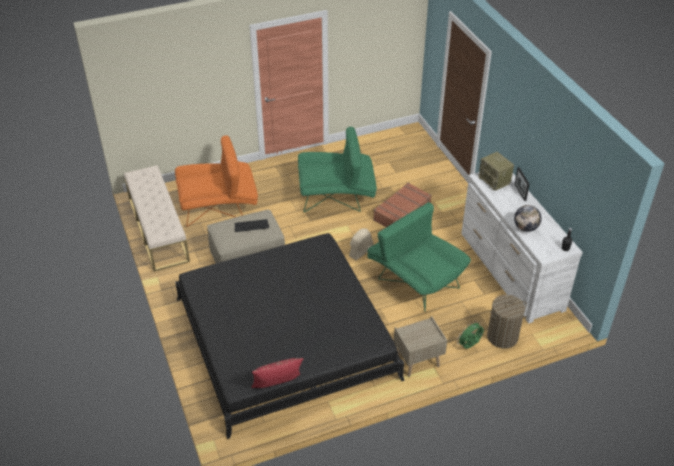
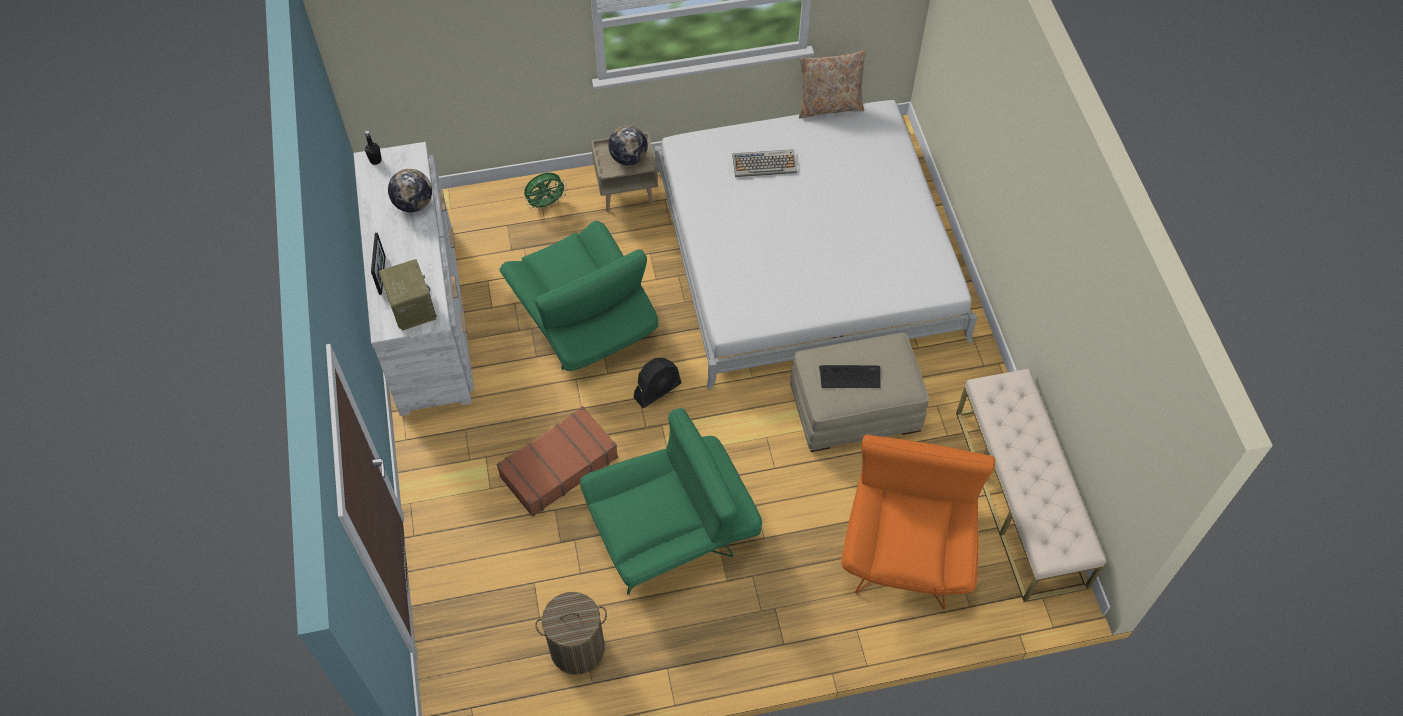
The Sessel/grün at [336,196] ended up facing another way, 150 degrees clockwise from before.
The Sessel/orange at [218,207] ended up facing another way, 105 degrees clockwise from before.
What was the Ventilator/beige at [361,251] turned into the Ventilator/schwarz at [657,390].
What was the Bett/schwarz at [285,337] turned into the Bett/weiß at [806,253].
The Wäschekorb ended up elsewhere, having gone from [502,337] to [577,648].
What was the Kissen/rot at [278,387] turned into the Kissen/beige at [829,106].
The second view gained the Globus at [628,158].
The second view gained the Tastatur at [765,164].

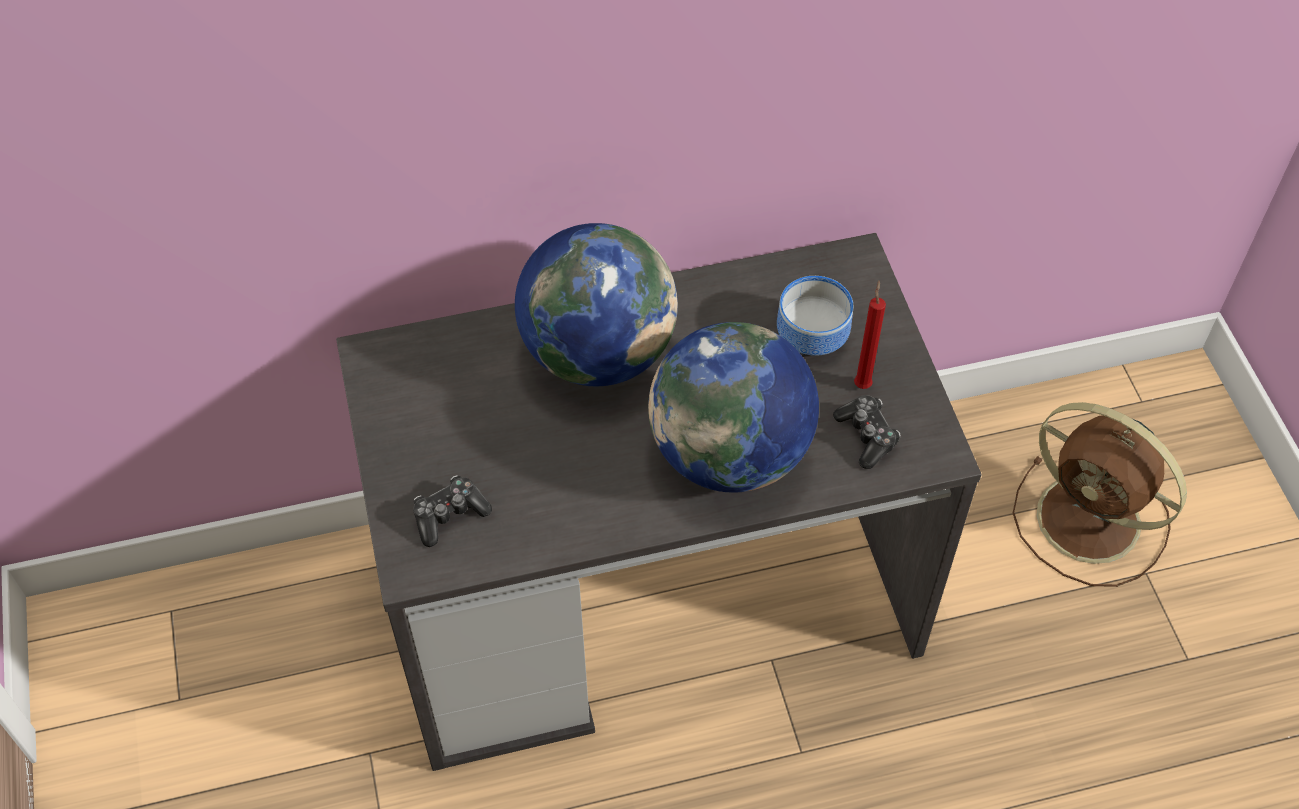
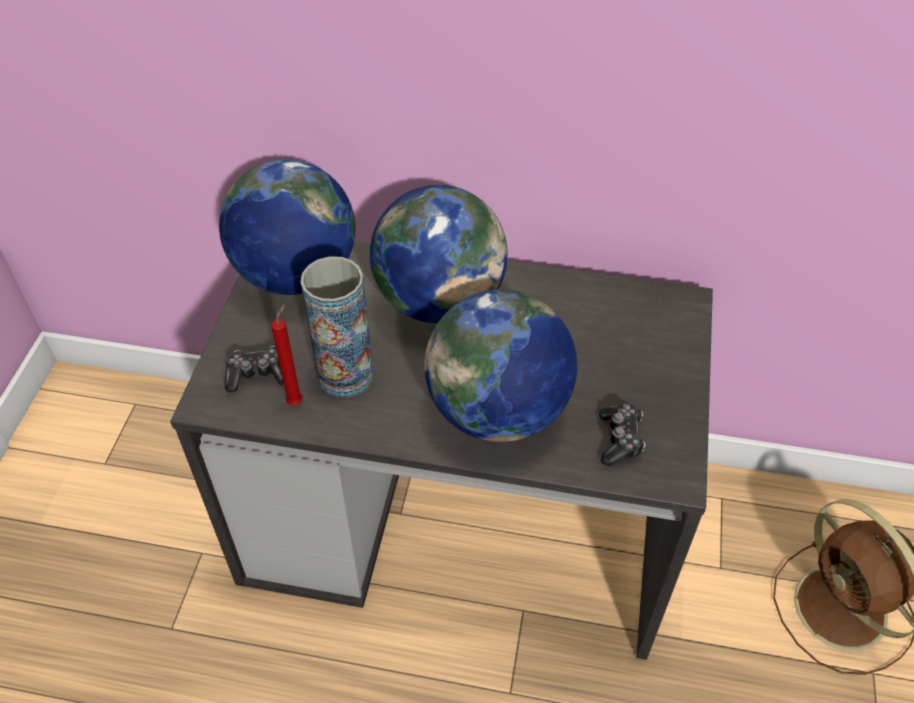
The second view lost the Schüssel at [810,333].
The Kerze/rot ended up elsewhere, having gone from [862,383] to [297,401].
The second view gained the Globus at [296,275].
The second view gained the Vase at [345,375].

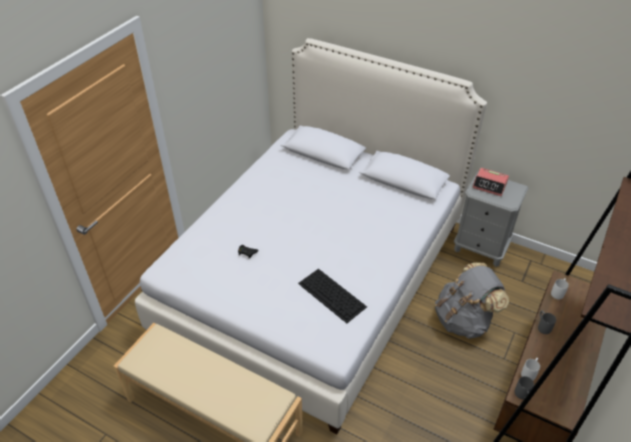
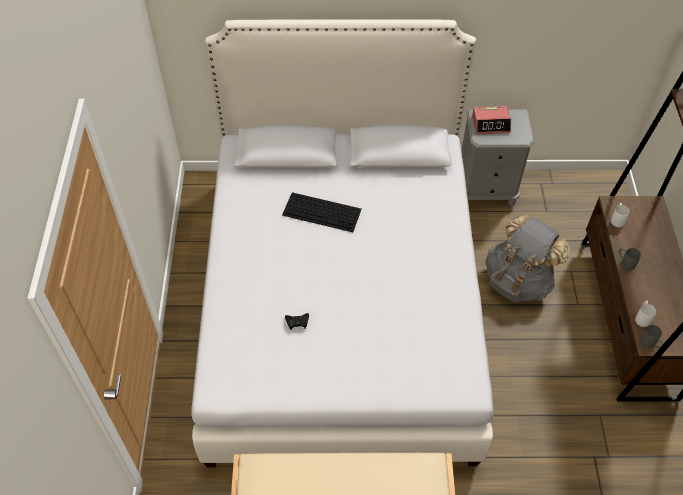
The Tastatur ended up elsewhere, having gone from [332,295] to [322,212].

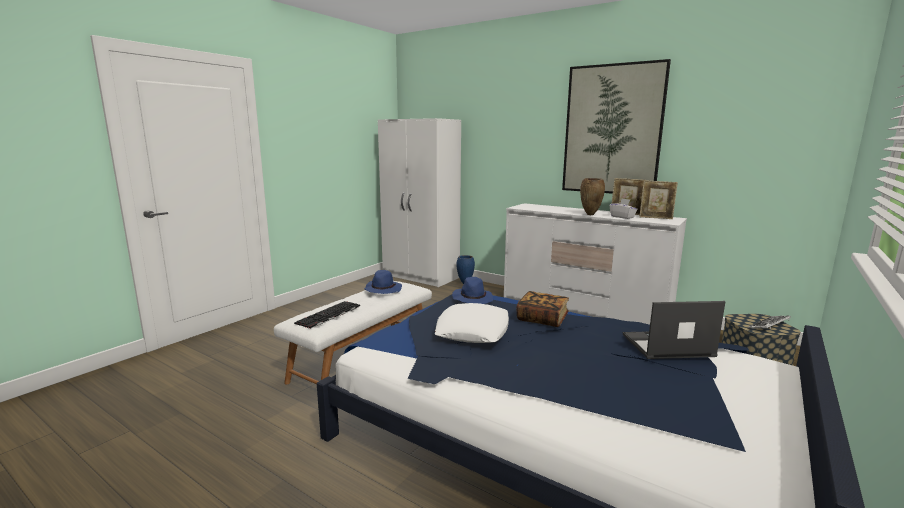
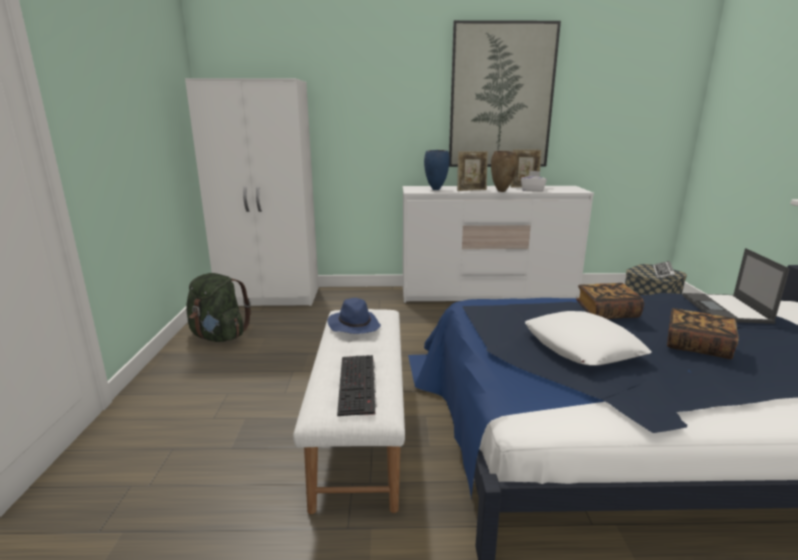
The Bilderrahmen ended up elsewhere, having gone from [656,218] to [471,190].
The Vase/blau ended up elsewhere, having gone from [465,283] to [435,189].
The second view lost the Hut/blau at [472,299].
The Laptop at [666,345] ended up facing another way, 45 degrees counterclockwise from before.
The second view gained the Rucksack/grün at [219,337].
The second view gained the Buch at [697,346].

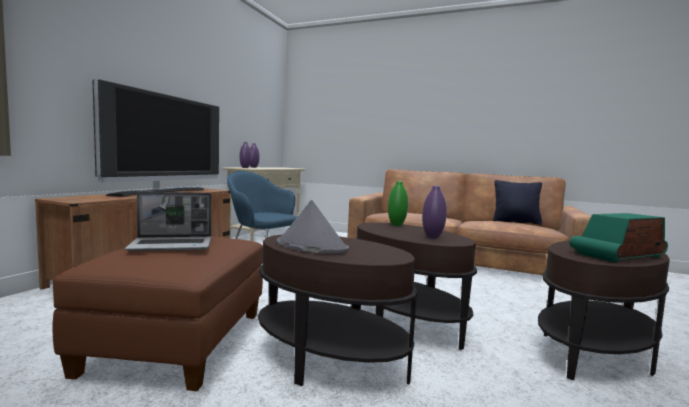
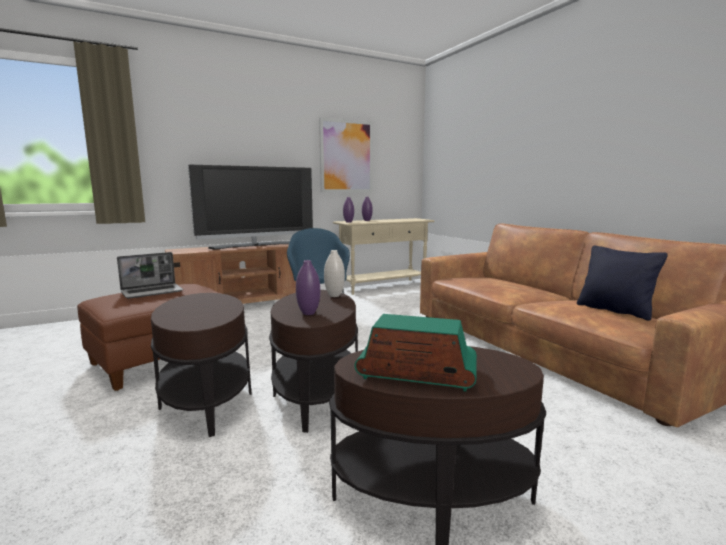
What was the Vase/grün at [396,225] turned into the Vase/weiß at [334,295].
The Laptop at [173,245] ended up facing another way, 60 degrees counterclockwise from before.
The second view lost the Hut/grau at [311,246].
The second view gained the Bild at [346,156].

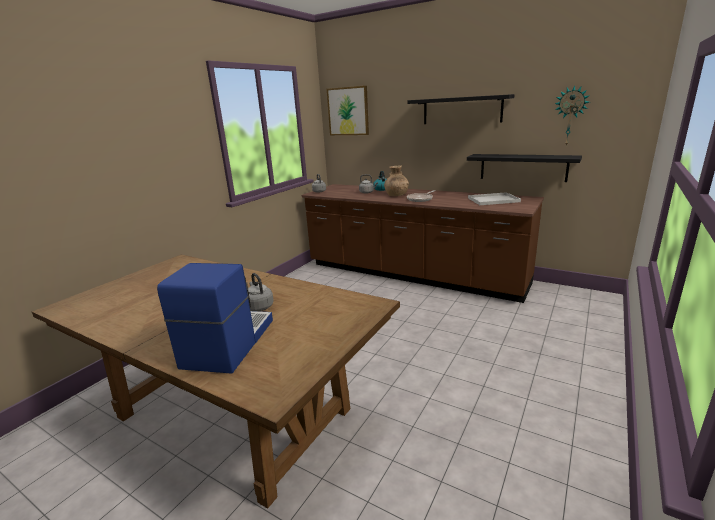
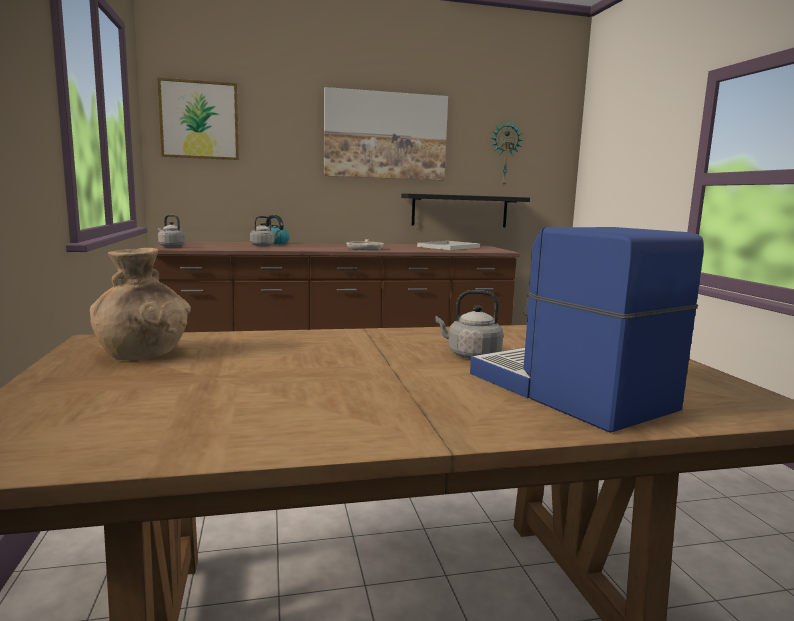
Where the Wandregal/schwarz hung at [462,110], the Bild came to hang at [385,136].
The Vase/braun ended up elsewhere, having gone from [396,195] to [142,354].

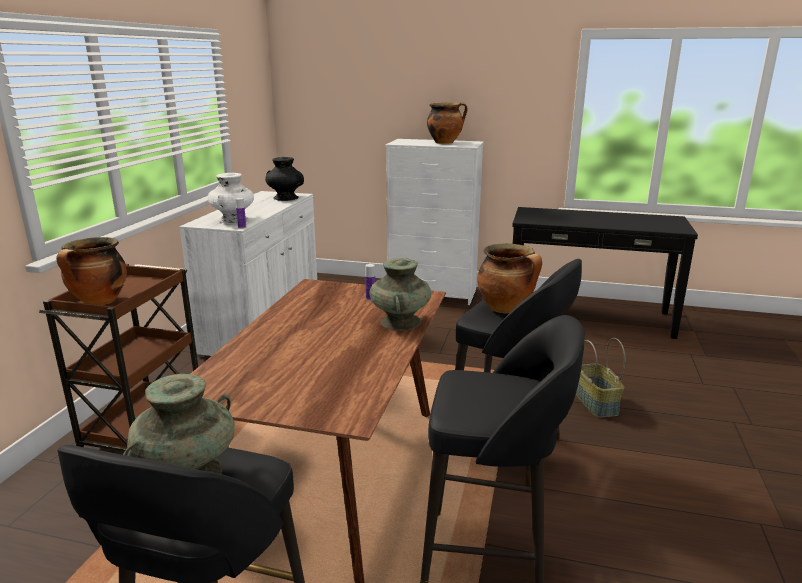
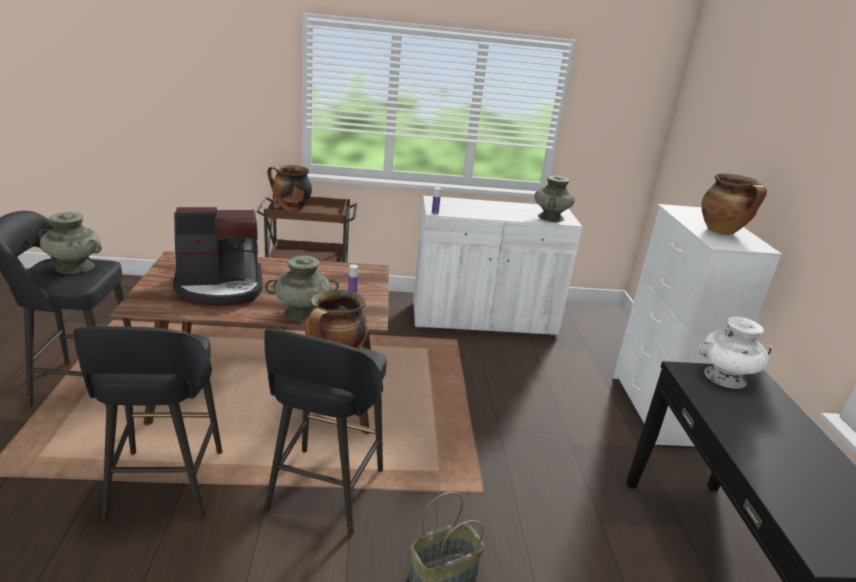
What was the Vase/schwarz at [286,198] turned into the Vase/türkis at [550,217].
The Vase/weiß ended up elsewhere, having gone from [233,220] to [724,377].
The second view gained the Kaffeemaschine at [220,287].

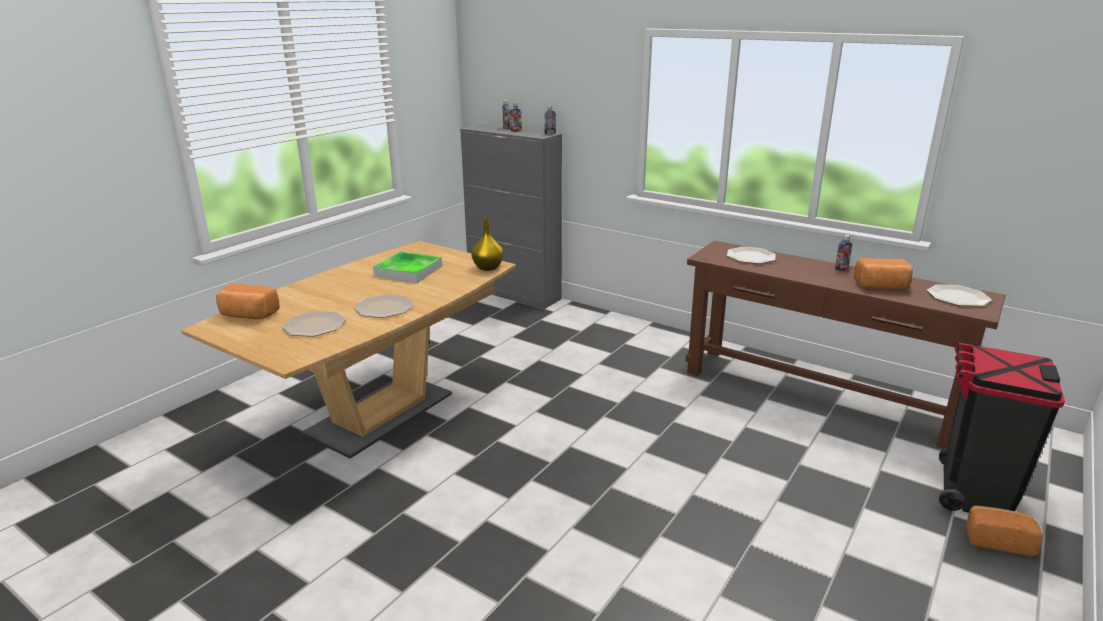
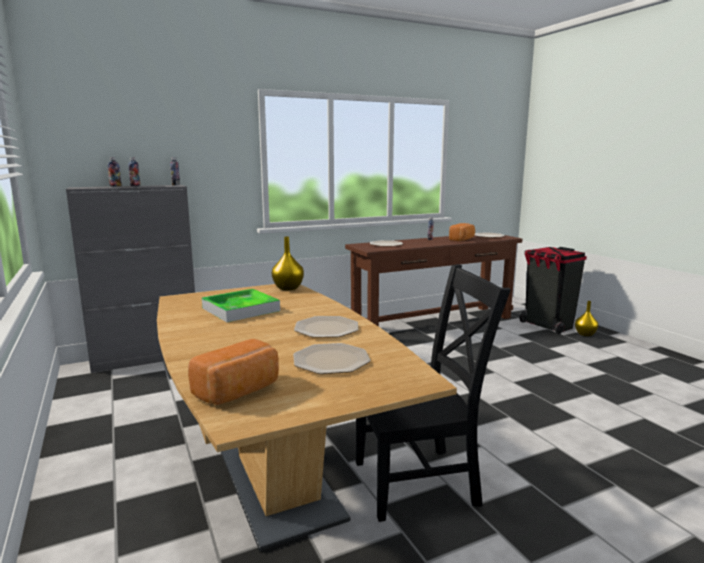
Where the Brot stood at [997,540], the Vase/gelb came to stand at [585,334].
The second view gained the Stuhl/schwarz at [421,482].

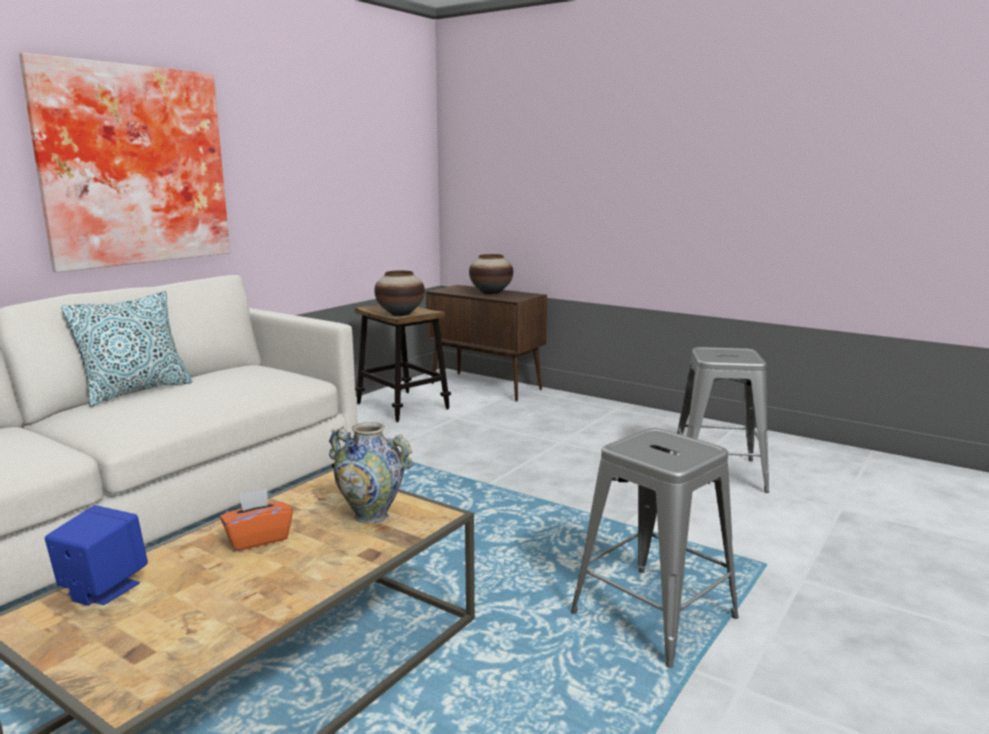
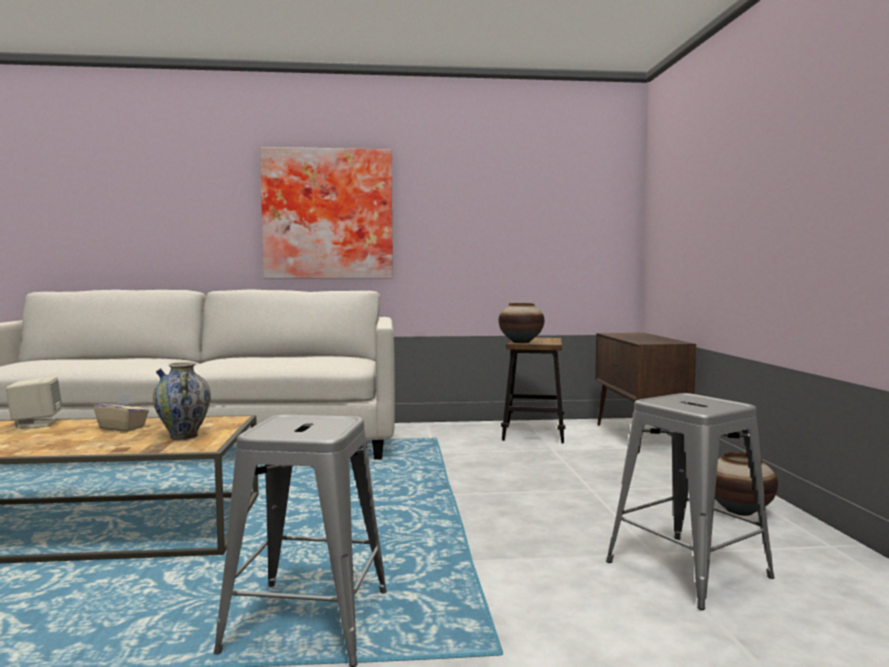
The Vase ended up elsewhere, having gone from [490,293] to [739,511].
The second view lost the Kissen at [136,391].
What was the Taschentuchbox/orange at [258,539] turned into the Taschentuchbox/beige at [122,428].
What was the Lautsprecher/blau at [102,589] turned into the Lautsprecher/beige at [36,424].

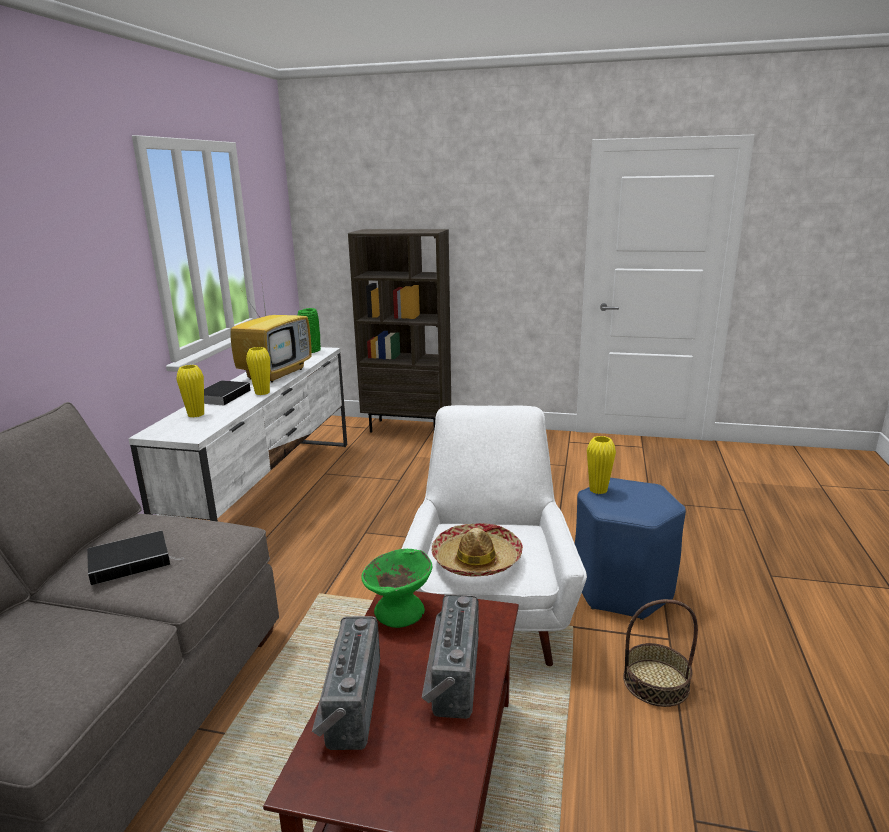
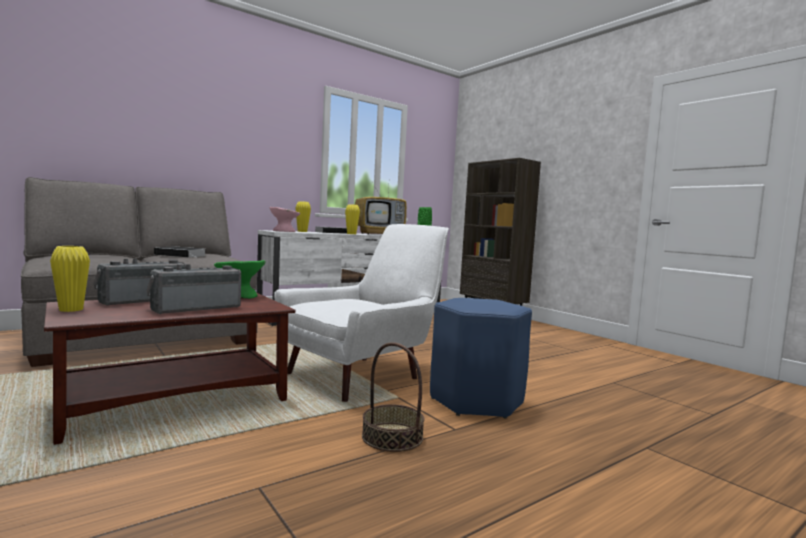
The Vase/gelb ended up elsewhere, having gone from [598,490] to [71,310].
The second view lost the Hut at [476,560].
The second view gained the Schüssel/rosa at [284,231].

